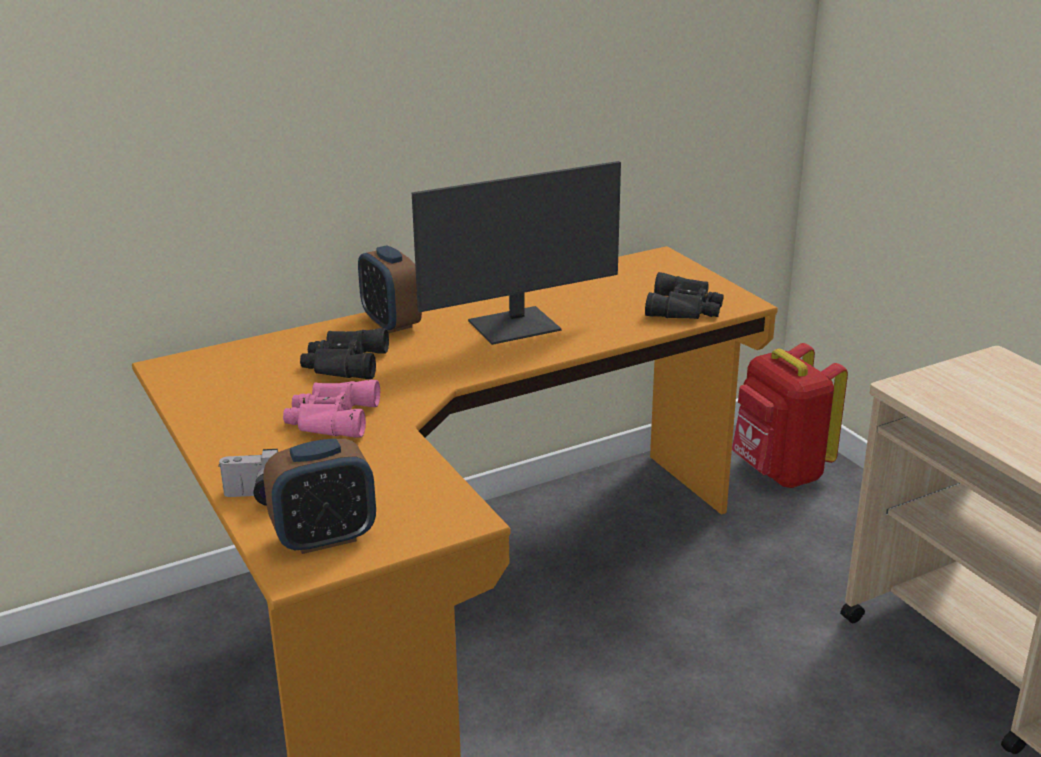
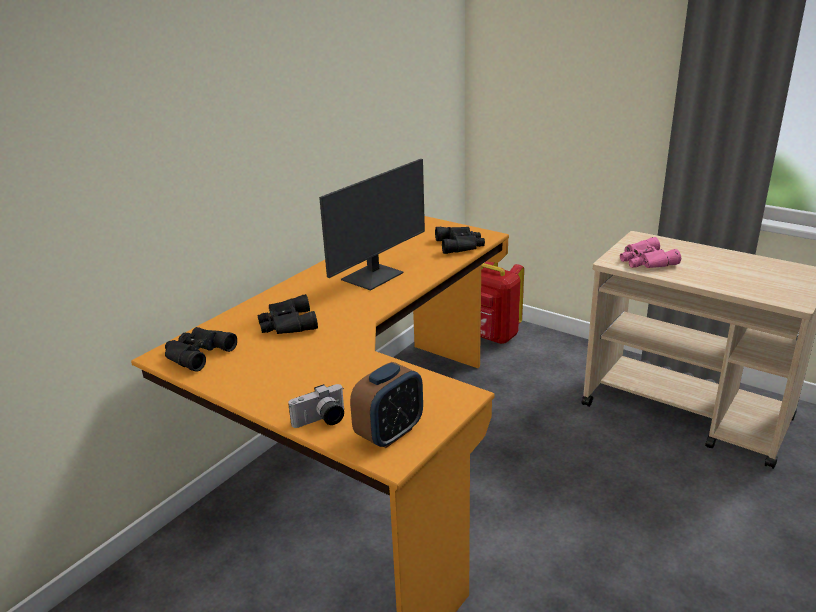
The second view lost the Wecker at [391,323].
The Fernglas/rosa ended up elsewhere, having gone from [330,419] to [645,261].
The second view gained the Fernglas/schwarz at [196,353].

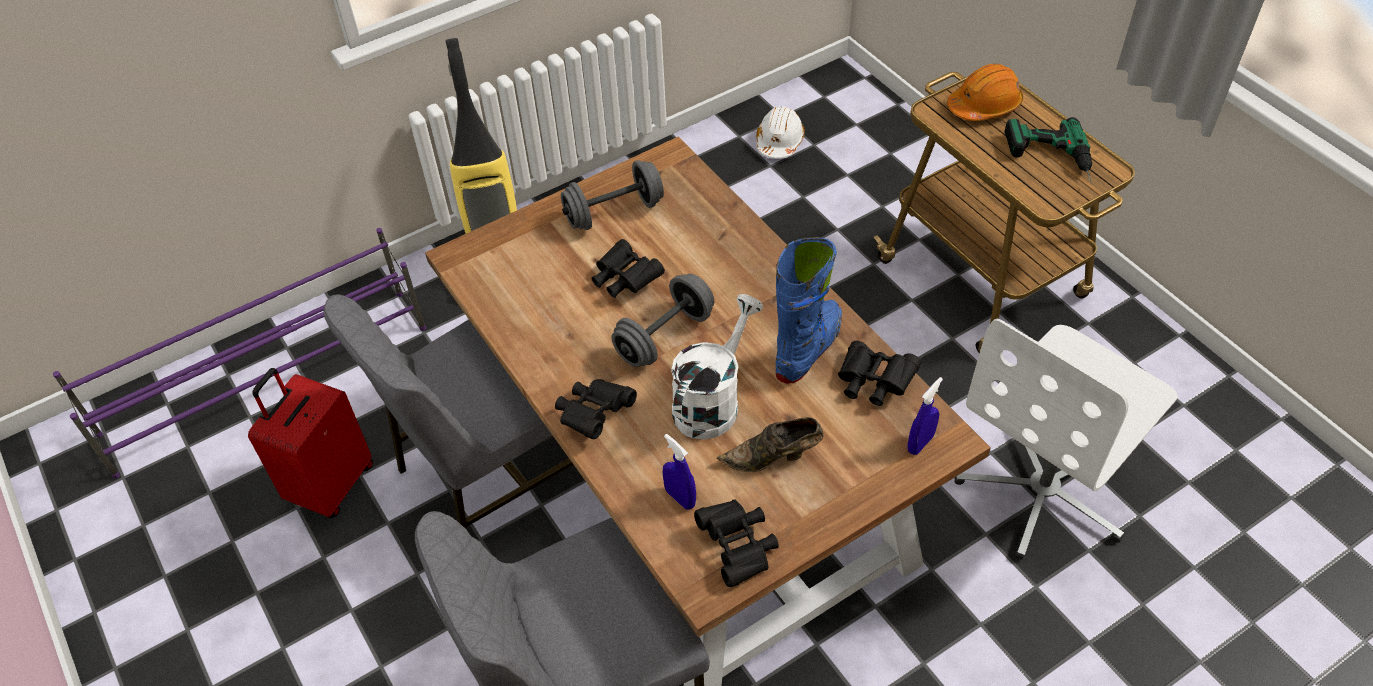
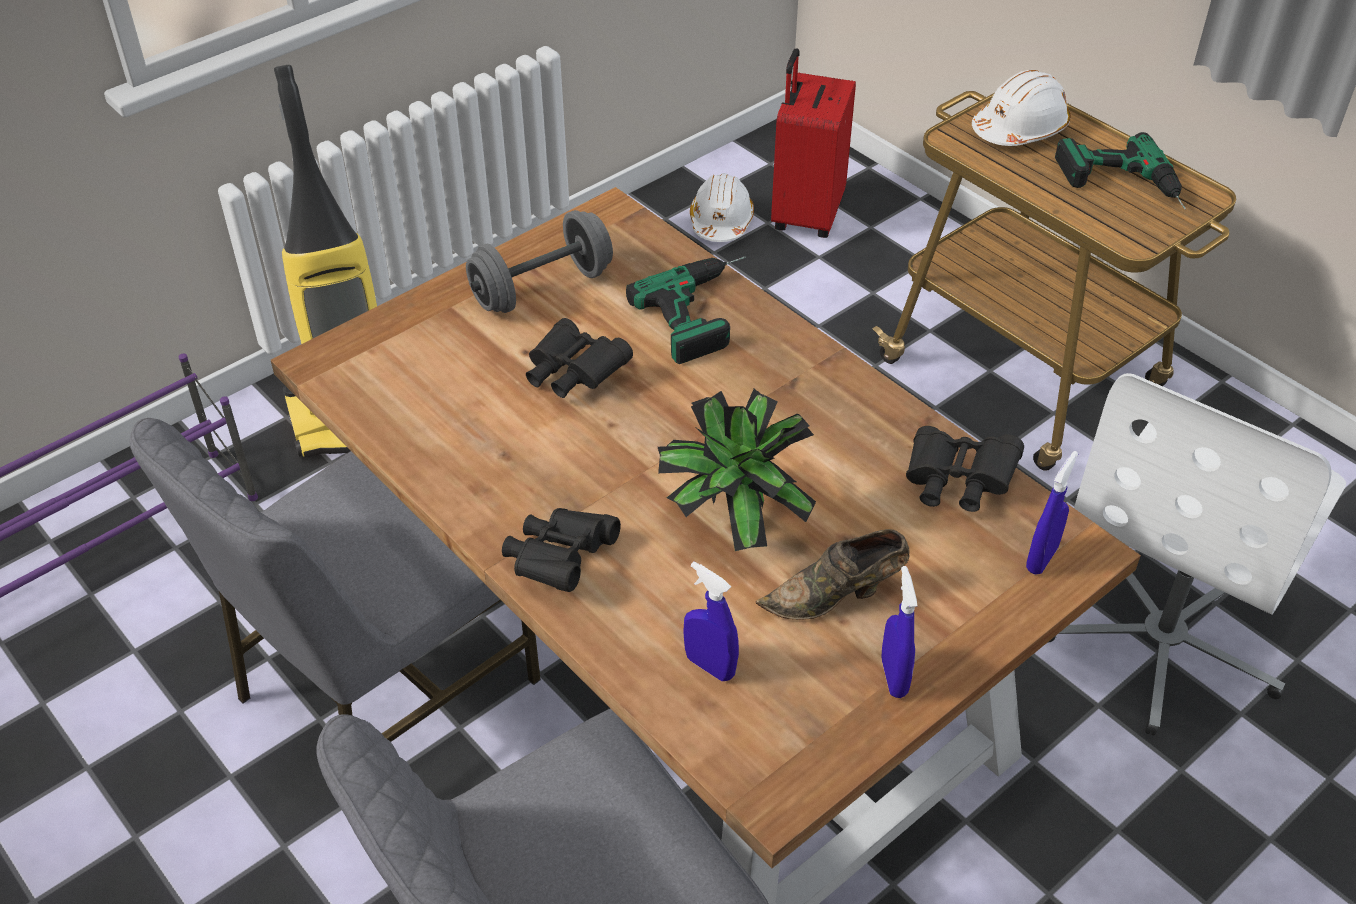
What was the Schutzhelm/orange at [984,106] turned into the Schutzhelm/weiß at [1020,129].
The second view lost the Stiefel/blau at [808,349].
The second view lost the Hantel/grau at [664,336].
Where the Gießkanne/weiß stood at [712,401], the Topfpflanze came to stand at [731,527].
The Koffer/rot ended up elsewhere, having gone from [330,484] to [805,215].
The second view lost the Fernglas/schwarz at [738,548].
The second view gained the Bohrmaschine at [708,310].
The second view gained the Sprühflasche/blau at [894,677].

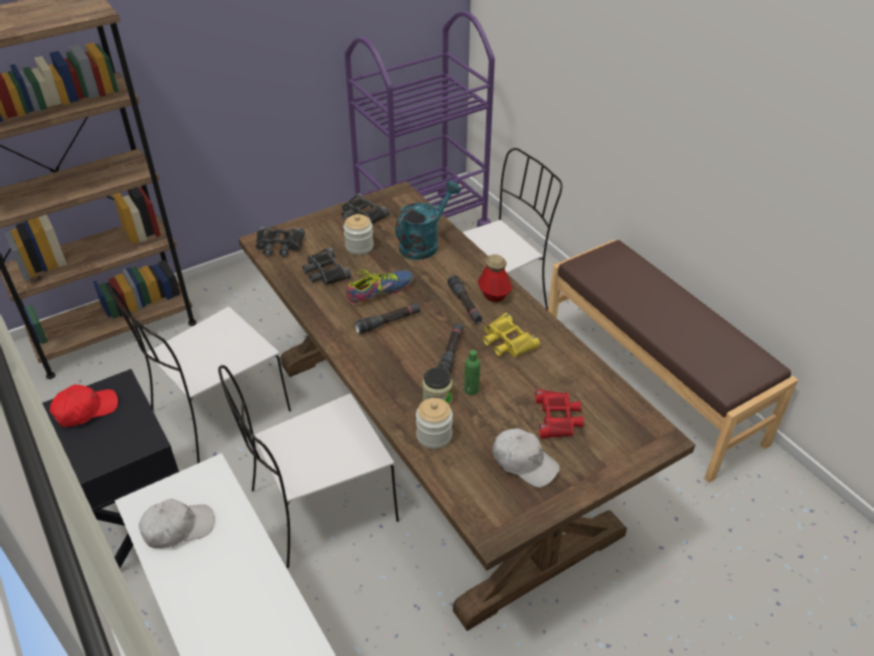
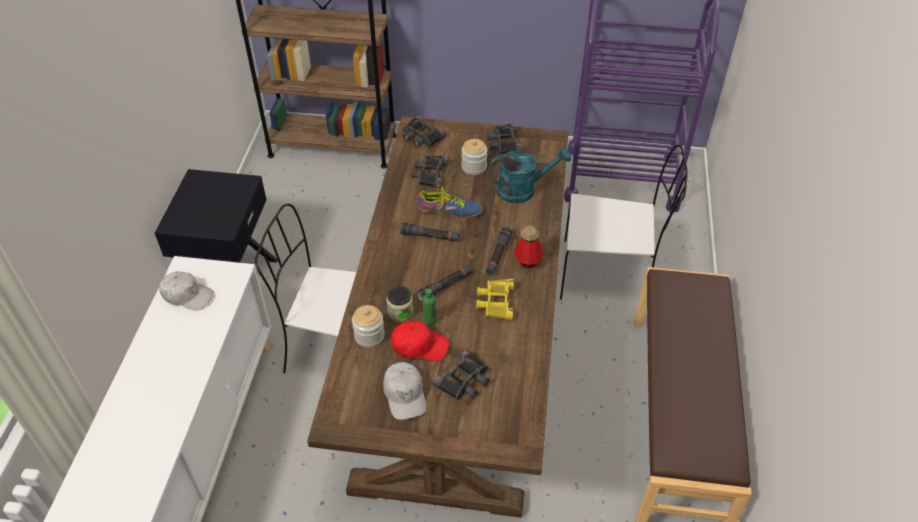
The second view lost the Stuhl/weiß at [217,413].
The Kappe/rot ended up elsewhere, having gone from [85,410] to [419,346].
What was the Fernglas/rot at [558,418] turned into the Fernglas/schwarz at [464,380].

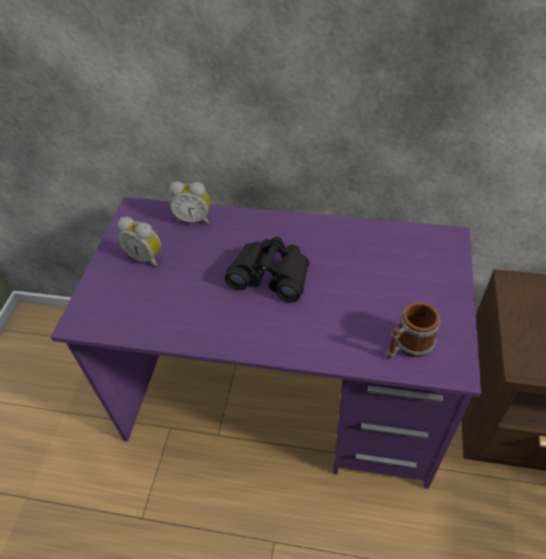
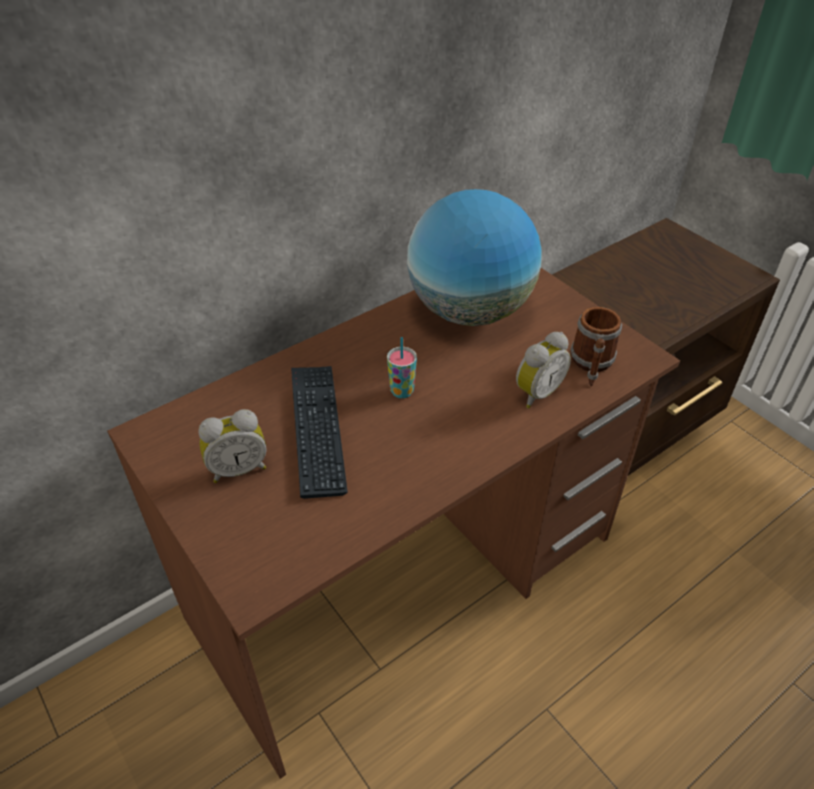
The Wecker ended up elsewhere, having gone from [194,219] to [536,393].
What was the Schreibtisch/lila at [282,401] turned into the Schreibtisch/braun at [405,578].
Where the Fernglas/schwarz stood at [271,275], the Tasse came to stand at [402,391].
The second view gained the Globus at [469,311].
The second view gained the Tastatur at [317,429].

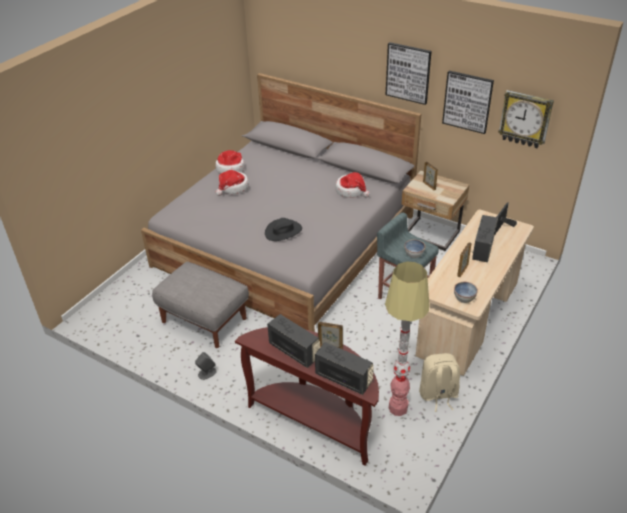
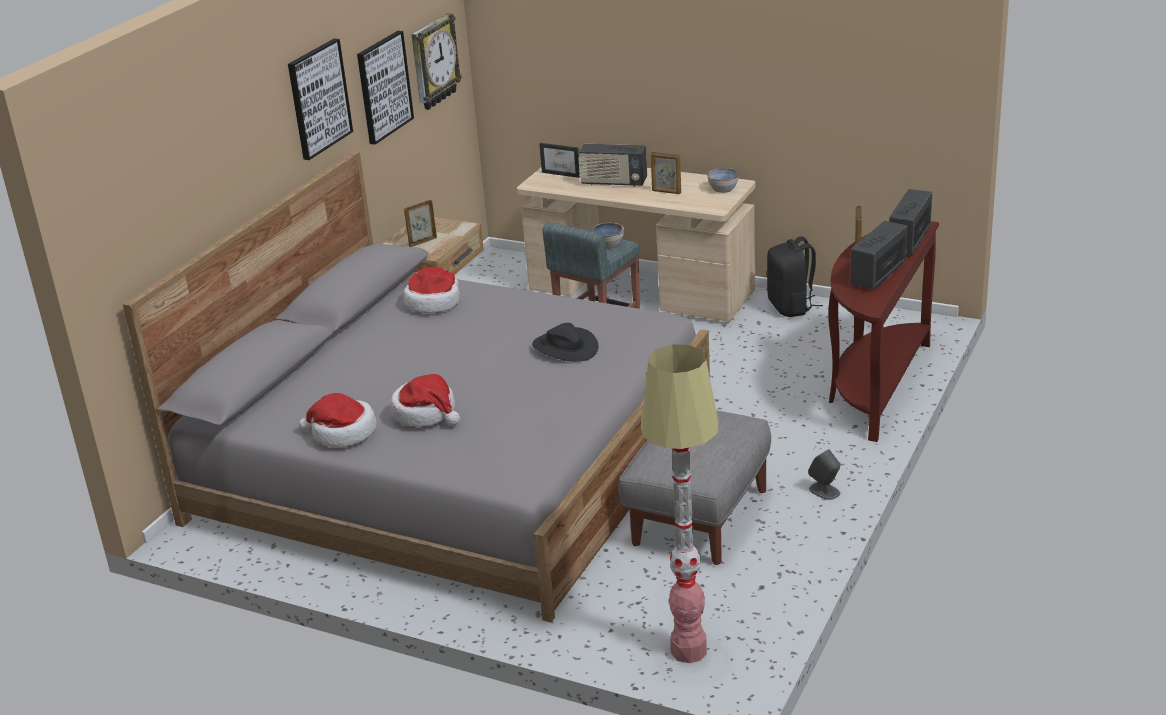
The Stehlampe ended up elsewhere, having gone from [398,408] to [688,651].
What was the Rucksack/beige at [438,395] turned into the Rucksack/schwarz at [791,307].

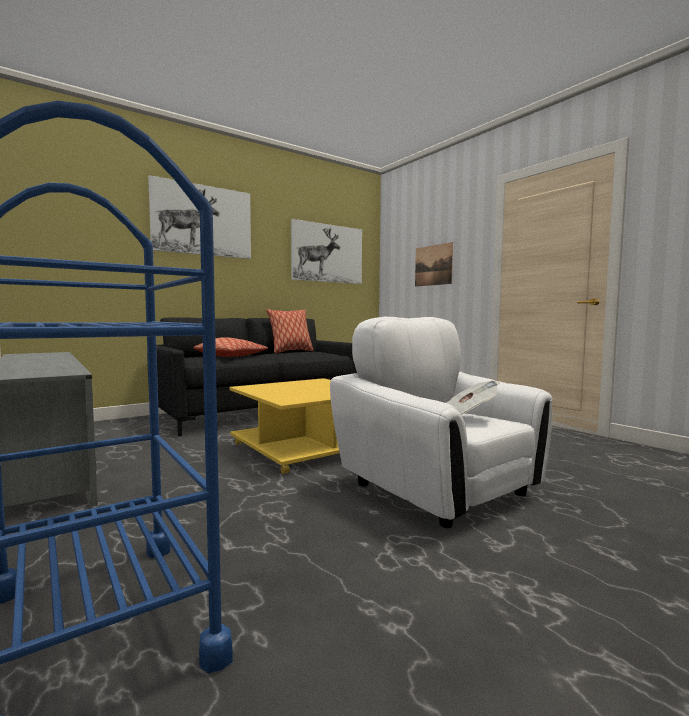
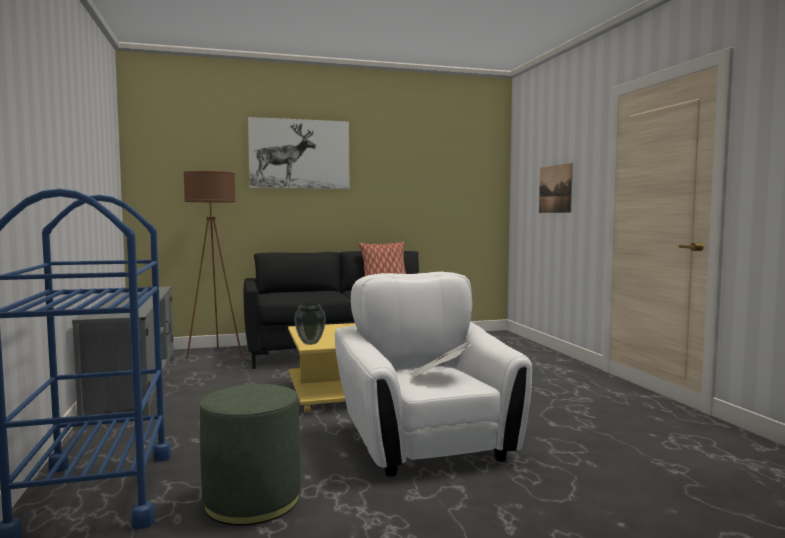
The second view lost the Bild at [327,253].
The second view lost the Kissen at [231,356].
The second view gained the Stehlampe/braun at [215,354].
The second view gained the Vase at [309,343].
The second view gained the Polsterhocker/grün at [252,501].

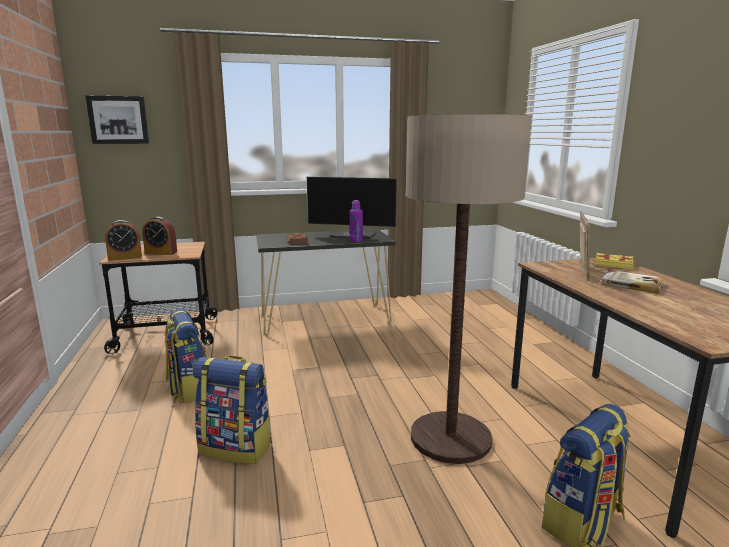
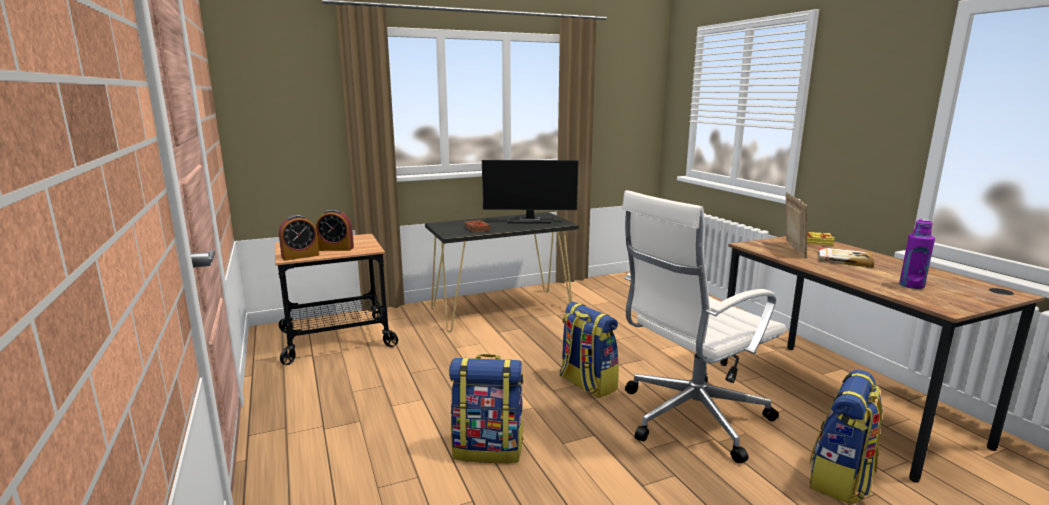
The second view lost the Bild at [118,120].
Where the Stehlampe stood at [450,438], the Bürostuhl/weiß came to stand at [690,418].
The Flasche/lila ended up elsewhere, having gone from [356,241] to [911,285].
The Rucksack ended up elsewhere, having gone from [189,389] to [586,384].

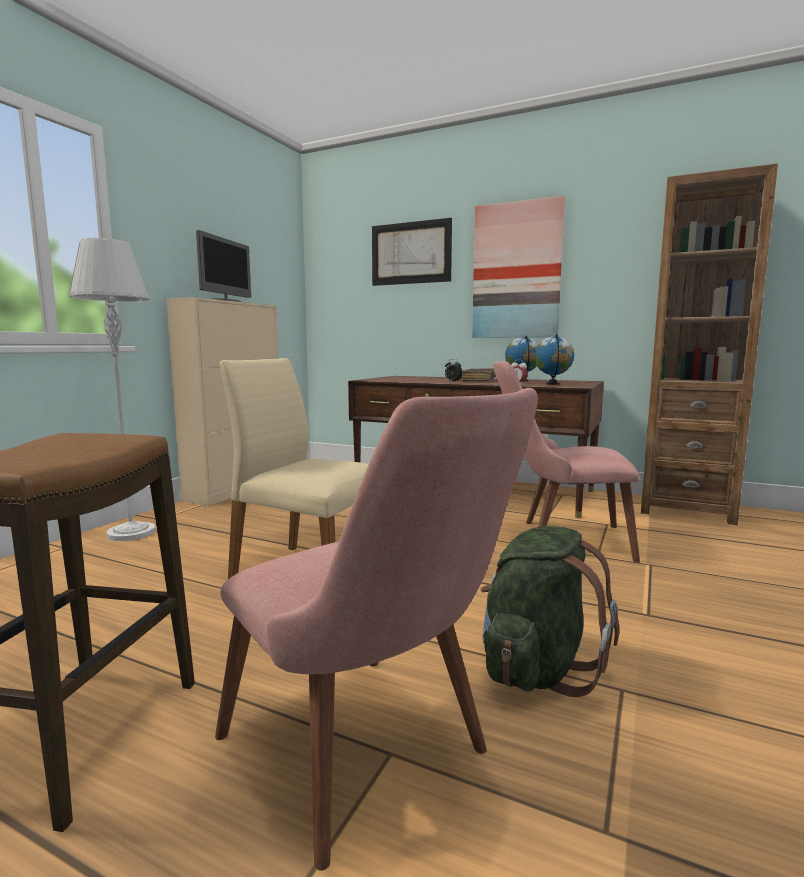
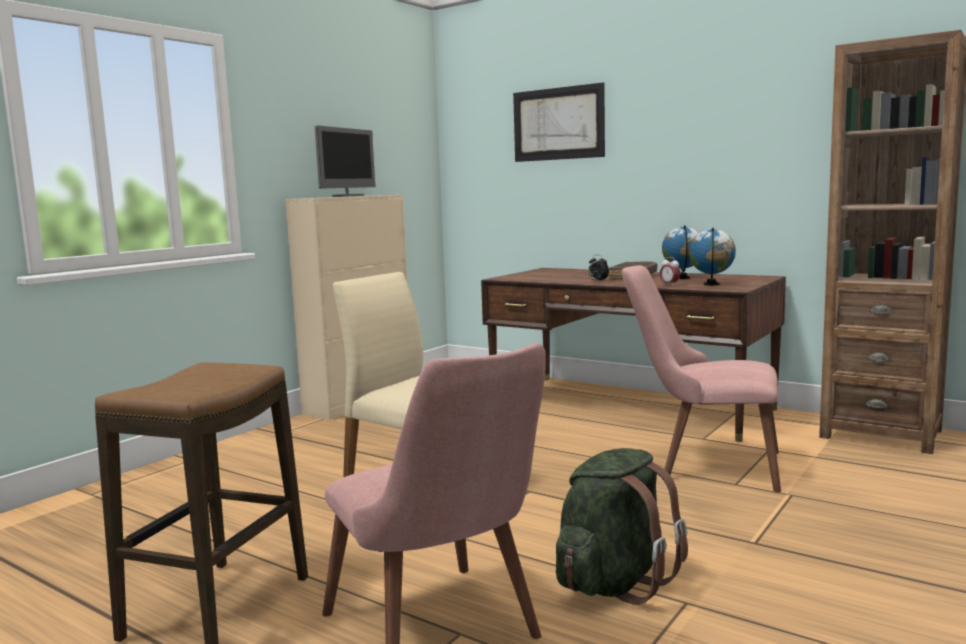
The second view lost the Bild at [516,271].
The second view lost the Stehlampe/grau at [131,533].

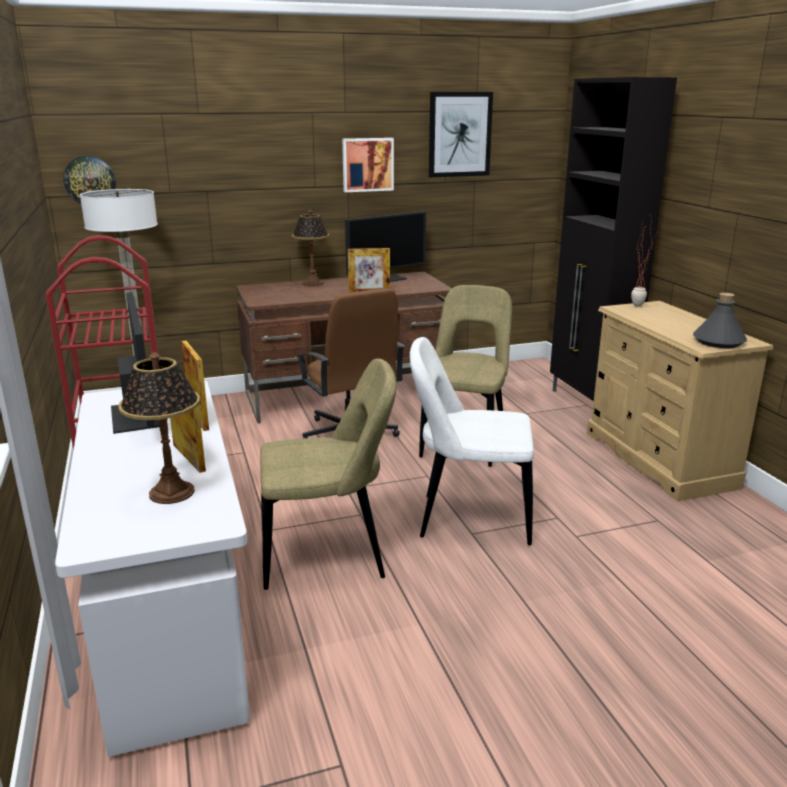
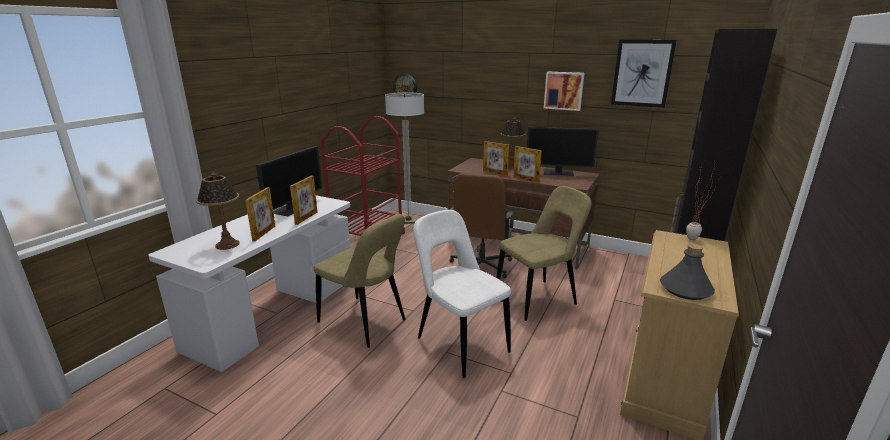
The second view gained the Bilderrahmen at [495,173].

